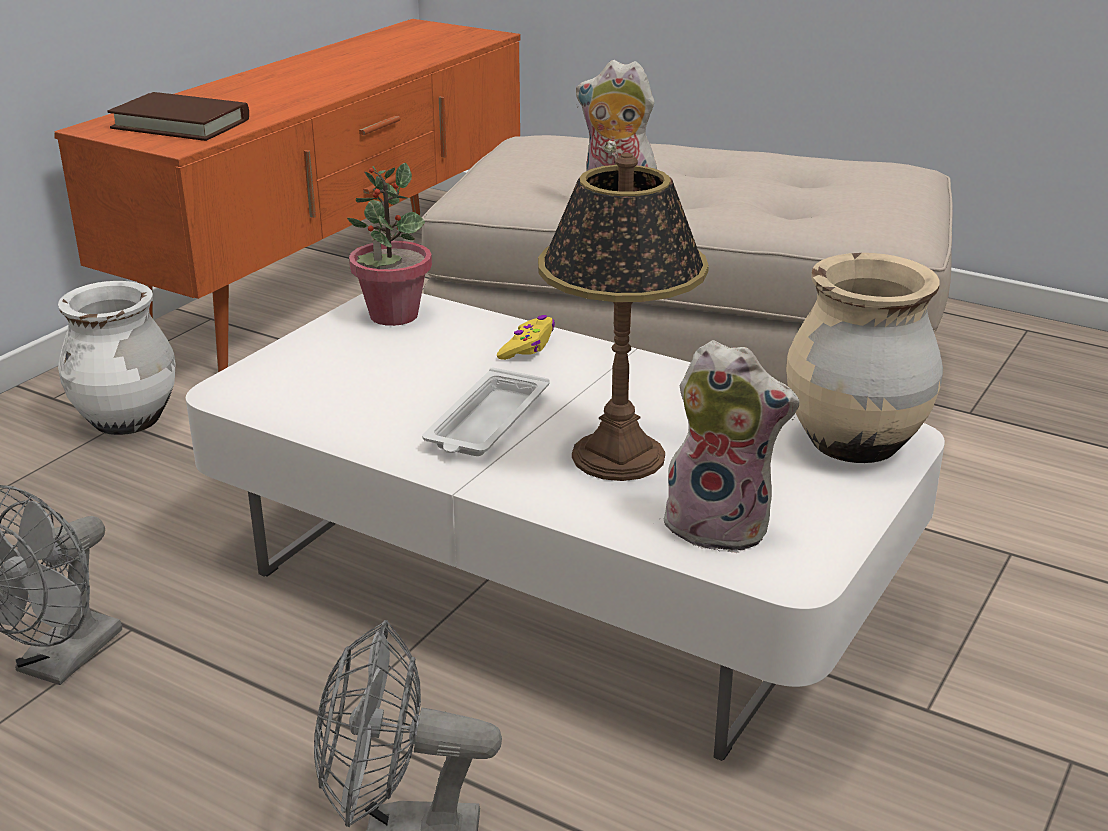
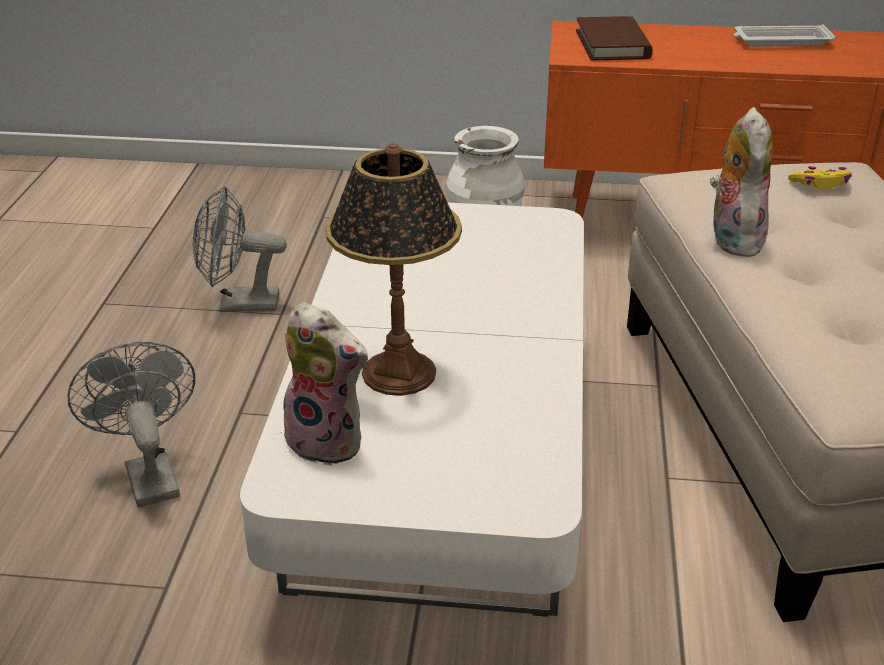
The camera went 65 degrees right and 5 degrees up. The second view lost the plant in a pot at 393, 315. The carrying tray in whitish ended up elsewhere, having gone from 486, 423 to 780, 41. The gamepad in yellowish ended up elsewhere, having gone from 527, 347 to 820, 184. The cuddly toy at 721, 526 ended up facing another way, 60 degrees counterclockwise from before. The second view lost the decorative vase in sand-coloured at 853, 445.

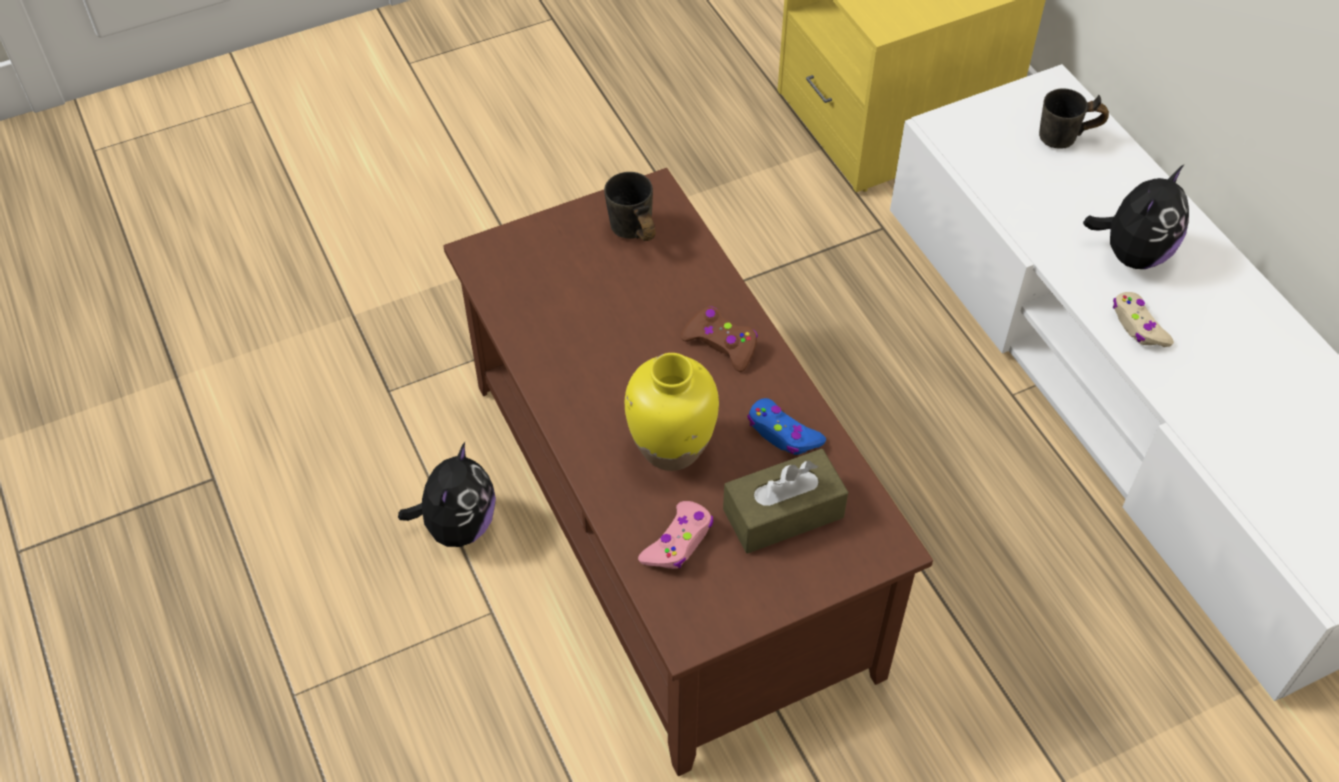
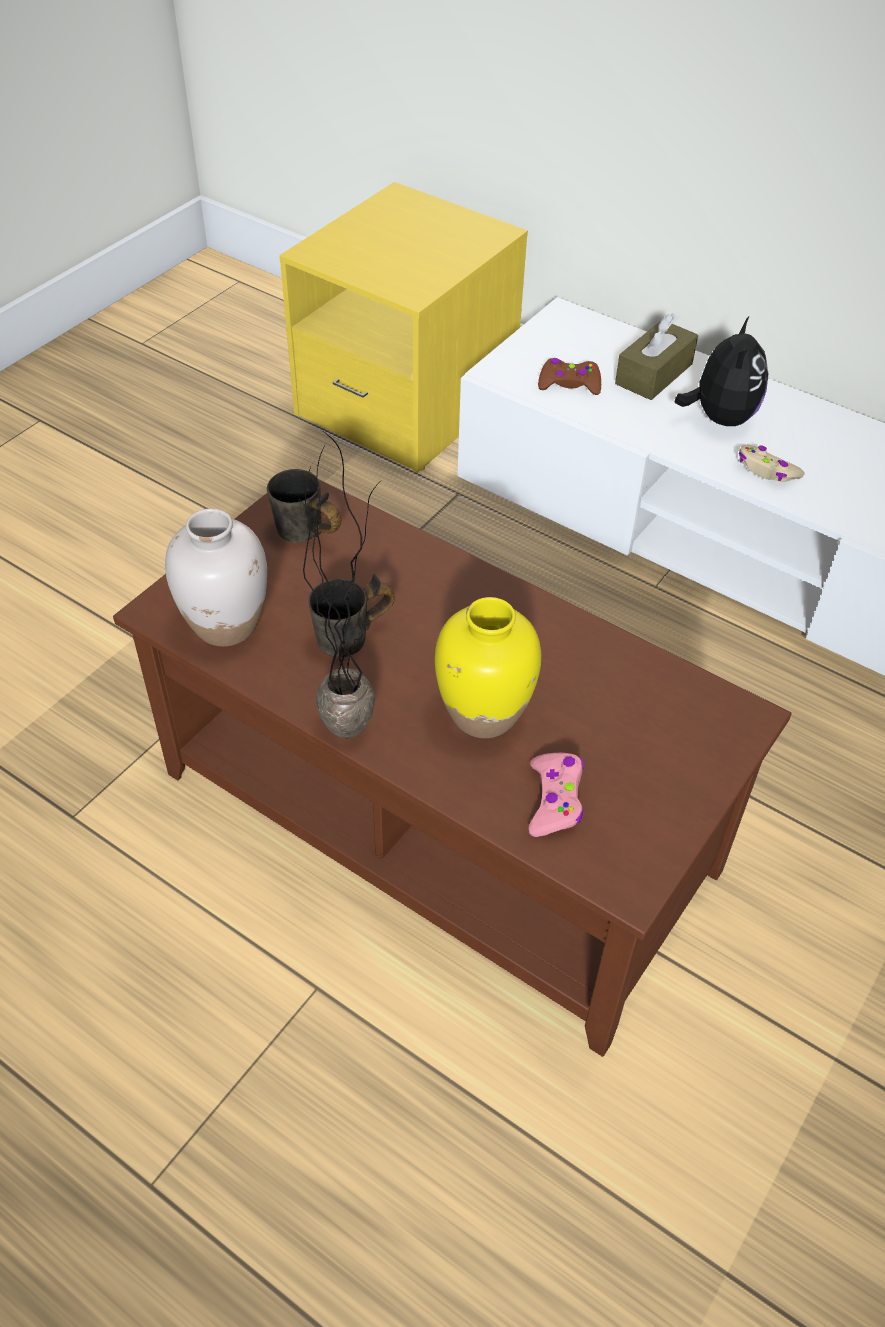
The camera went 30 degrees left and 5 degrees down. The second view lost the cuddly toy at 458, 525. The gamepad in brownish ended up elsewhere, having gone from 721, 344 to 569, 384. The box of tissues in brownish ended up elsewhere, having gone from 783, 513 to 654, 374. The second view lost the gamepad in bluish at 783, 434. The coffee mug in grey ended up elsewhere, having gone from 1066, 141 to 354, 642. The second view gained the decorative vase in whitish at 226, 625. The second view gained the plant in a pot at 352, 715.

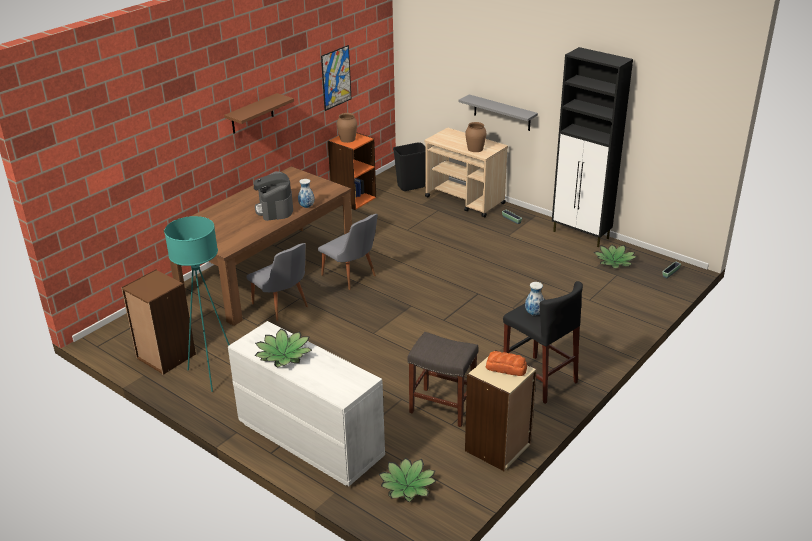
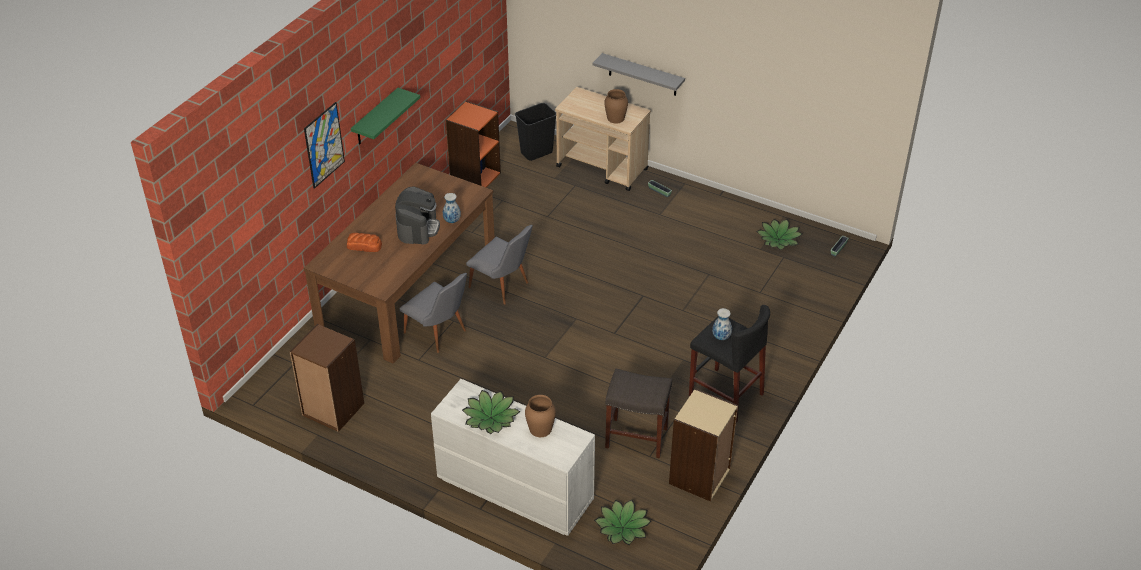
The camera went 10 degrees left and 10 degrees up. The second view lost the standing lamp in turquoise-coloured at 213, 374. What was the shelf in brownish at 252, 114 turned into the shelf in green at 375, 117. The coffee maker at 274, 209 ended up facing another way, 150 degrees counterclockwise from before. The wall picture ended up elsewhere, having gone from 336, 77 to 324, 145. The decorative vase in brownish ended up elsewhere, having gone from 347, 139 to 540, 429. The bread ended up elsewhere, having gone from 506, 368 to 364, 246. The second view lost the cupboard in blackish at 581, 235.

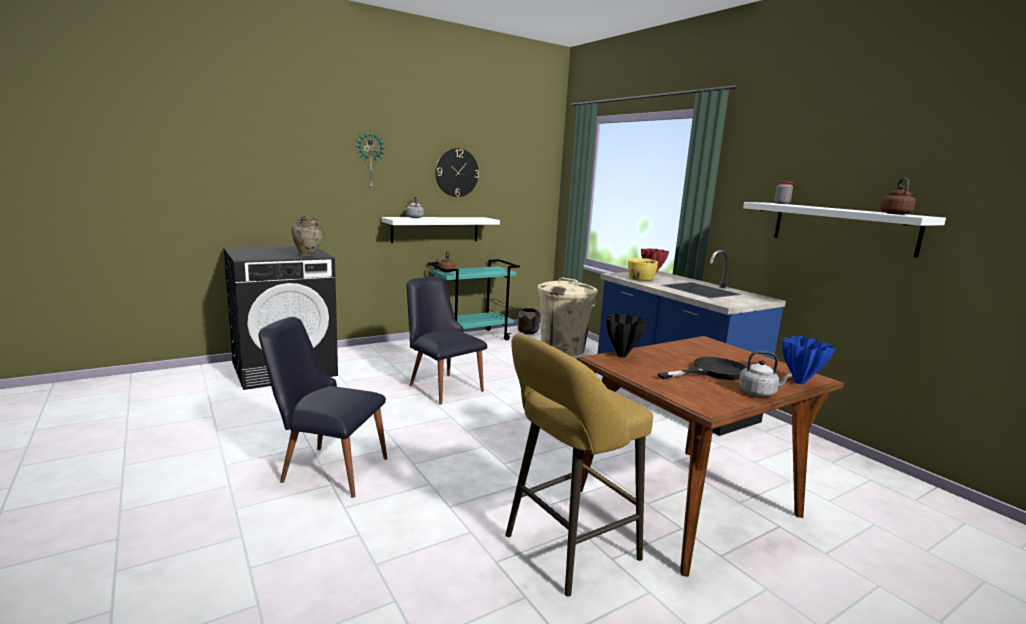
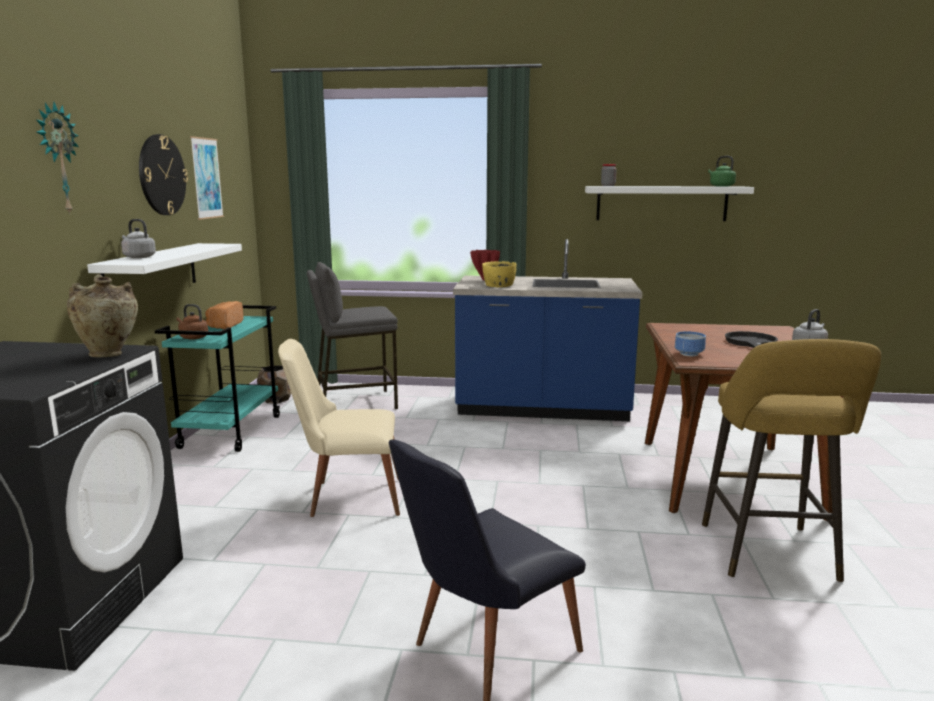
The camera went 50 degrees left and 0 degrees up. What was the plain chair in blackish at 442, 386 turned into the plain chair in sand-coloured at 346, 497. Where the trash can in sand-coloured stood at 562, 348, the stool in grey came to stand at 355, 402. Where the decorative vase in blackish stood at 622, 356, the serving bowl came to stand at 688, 354. The second view lost the decorative vase in bluish at 799, 382. What was the water kettle in brownish at 894, 213 turned into the water kettle in green at 720, 186. The second view gained the wall picture at 206, 178. The second view gained the bread at 224, 325.

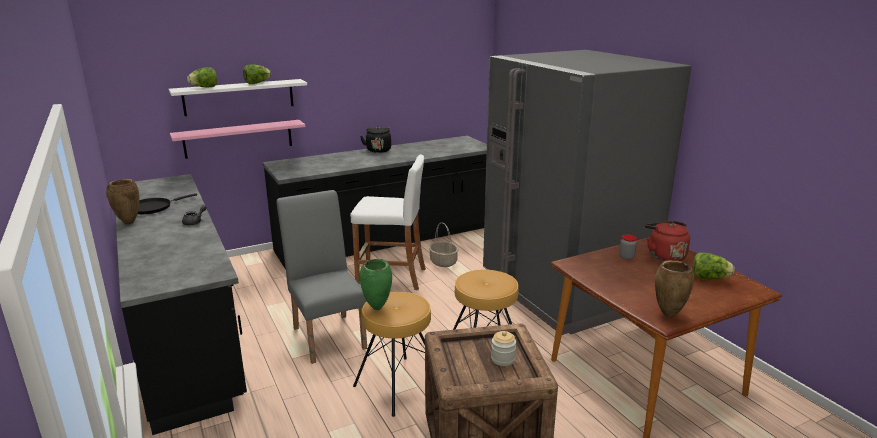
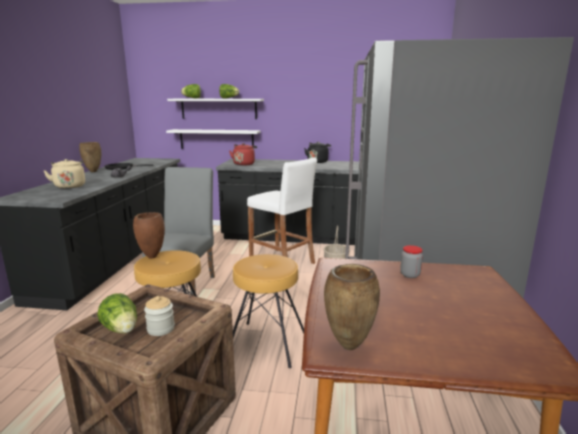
The camera went 35 degrees right and 5 degrees down. What was the shelf in pink at 238, 139 turned into the shelf in whitish at 216, 139. What was the decorative vase in green at 377, 308 turned into the decorative vase in brownish at 152, 257. The water kettle in reddish ended up elsewhere, having gone from 664, 255 to 244, 164. The lettuce ended up elsewhere, having gone from 709, 278 to 122, 329. The second view gained the water kettle in sand-coloured at 70, 186.

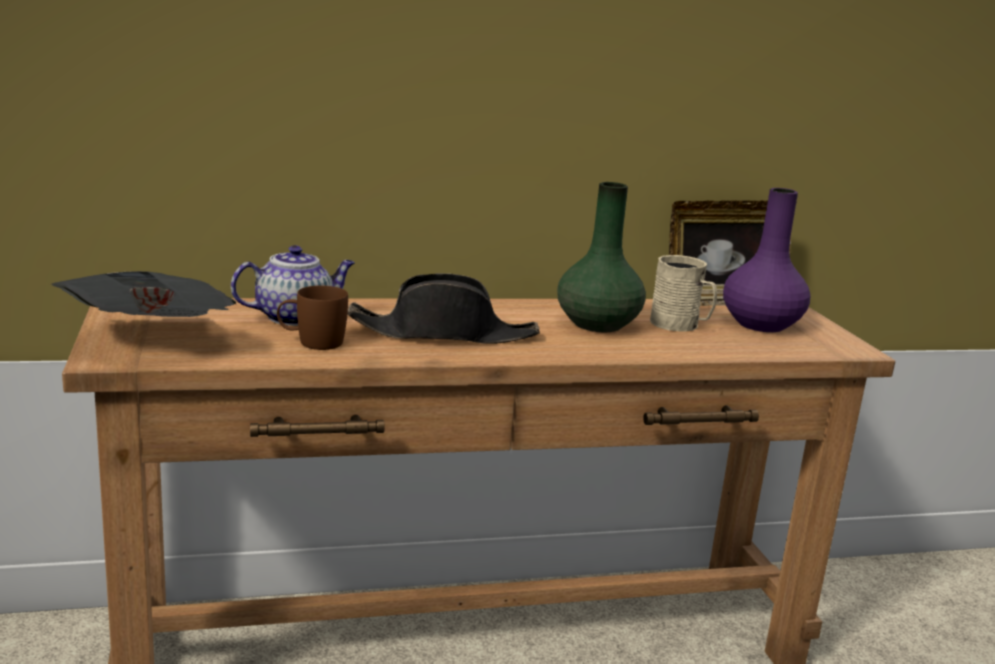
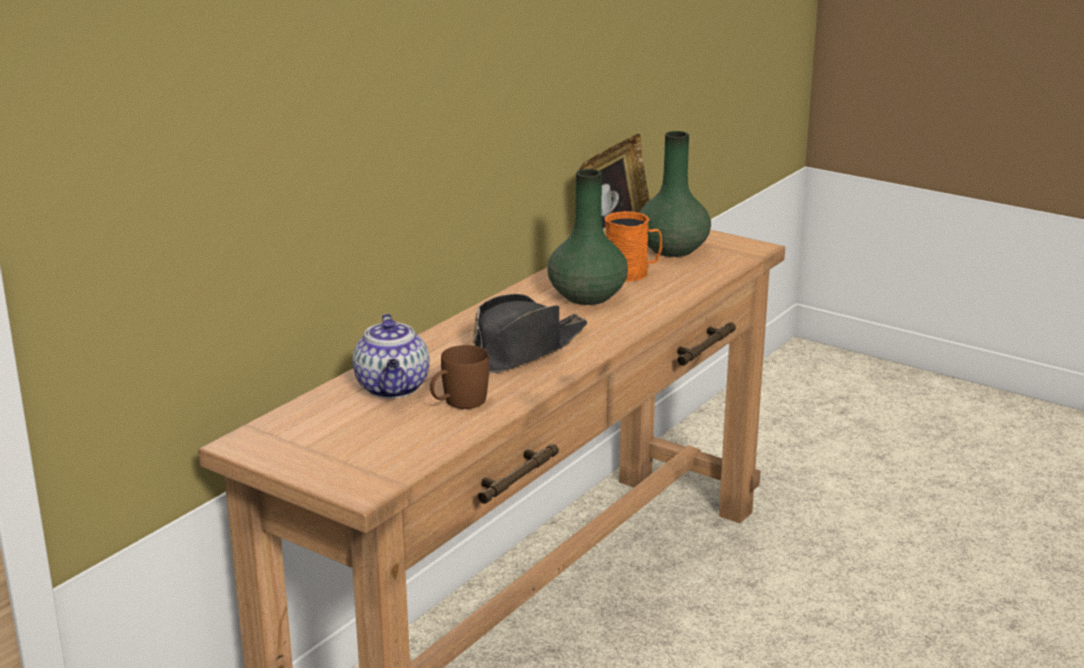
The camera went 40 degrees left and 5 degrees up. The second view lost the daily paper at 153, 342. The teapot at 295, 317 ended up facing another way, 150 degrees clockwise from before. What was the coffee mug in sand-coloured at 680, 325 turned into the coffee mug in orangey at 632, 273. What was the decorative vase in purplish at 762, 325 turned into the decorative vase in green at 673, 249.

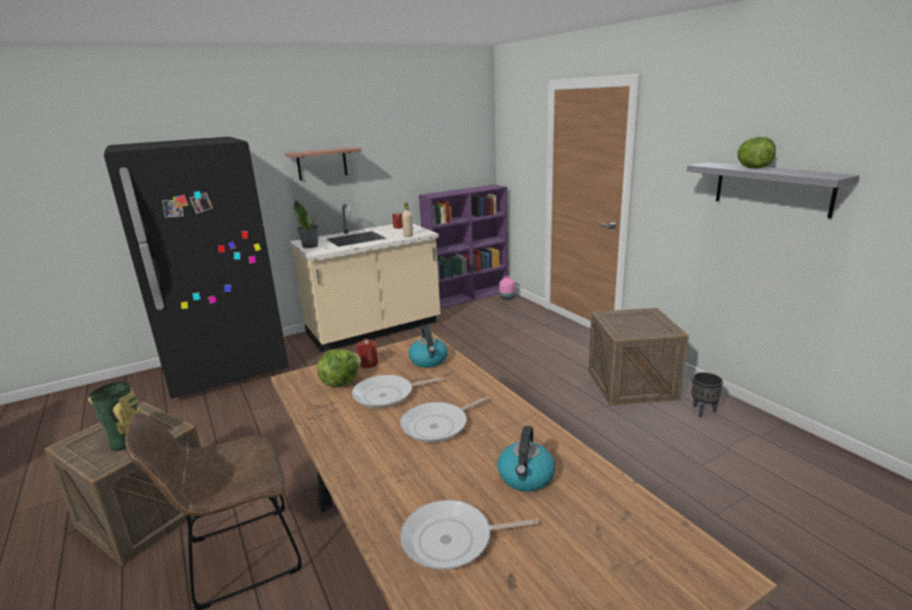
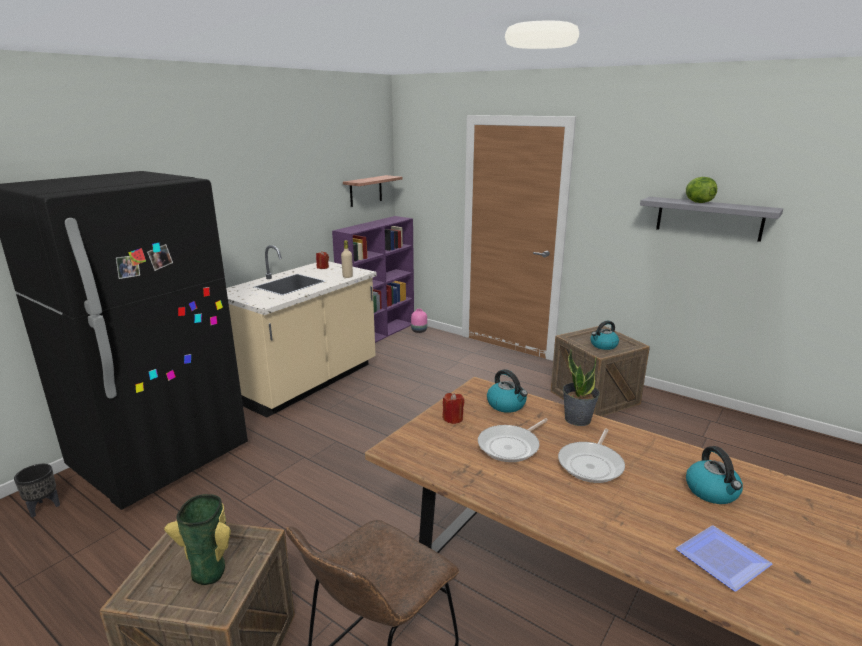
The camera went 25 degrees left and 0 degrees up. The shelf ended up elsewhere, having gone from 322, 163 to 365, 191. The plant in a pot ended up elsewhere, having gone from 310, 246 to 577, 419. The second view lost the lettuce at 340, 382. Where the pan stood at 452, 540, the flat dish came to stand at 725, 560. The planter in blackish ended up elsewhere, having gone from 702, 411 to 43, 508. The second view gained the water kettle at 603, 345.

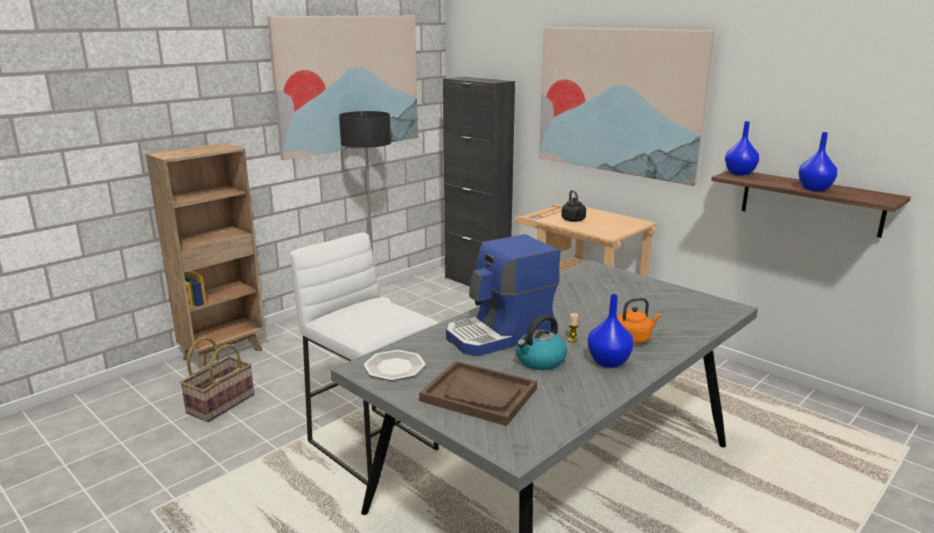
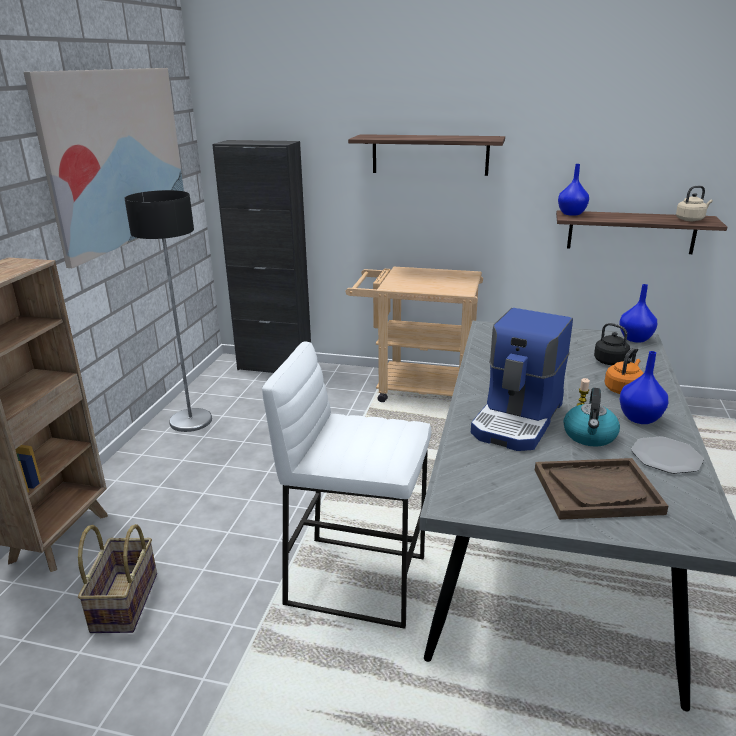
The camera went 30 degrees left and 5 degrees up. The flat dish ended up elsewhere, having gone from 394, 367 to 666, 457. Where the wall picture hung at 618, 101, the shelf came to hang at 430, 154. The water kettle in blackish ended up elsewhere, having gone from 573, 220 to 612, 362. The decorative vase in bluish ended up elsewhere, having gone from 814, 189 to 634, 338. The second view gained the water kettle in sand-coloured at 691, 219.

